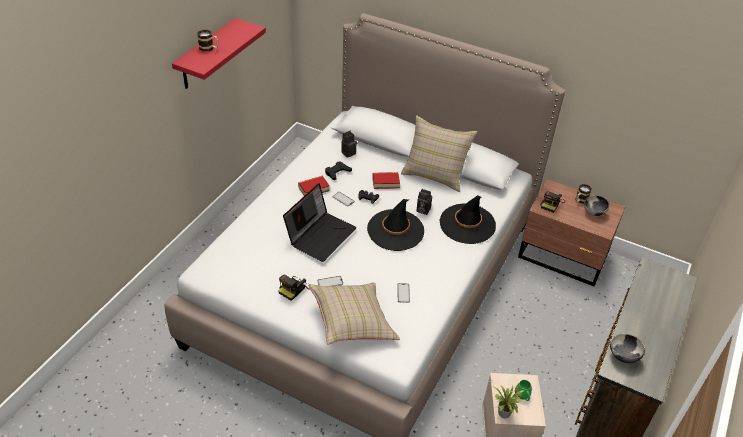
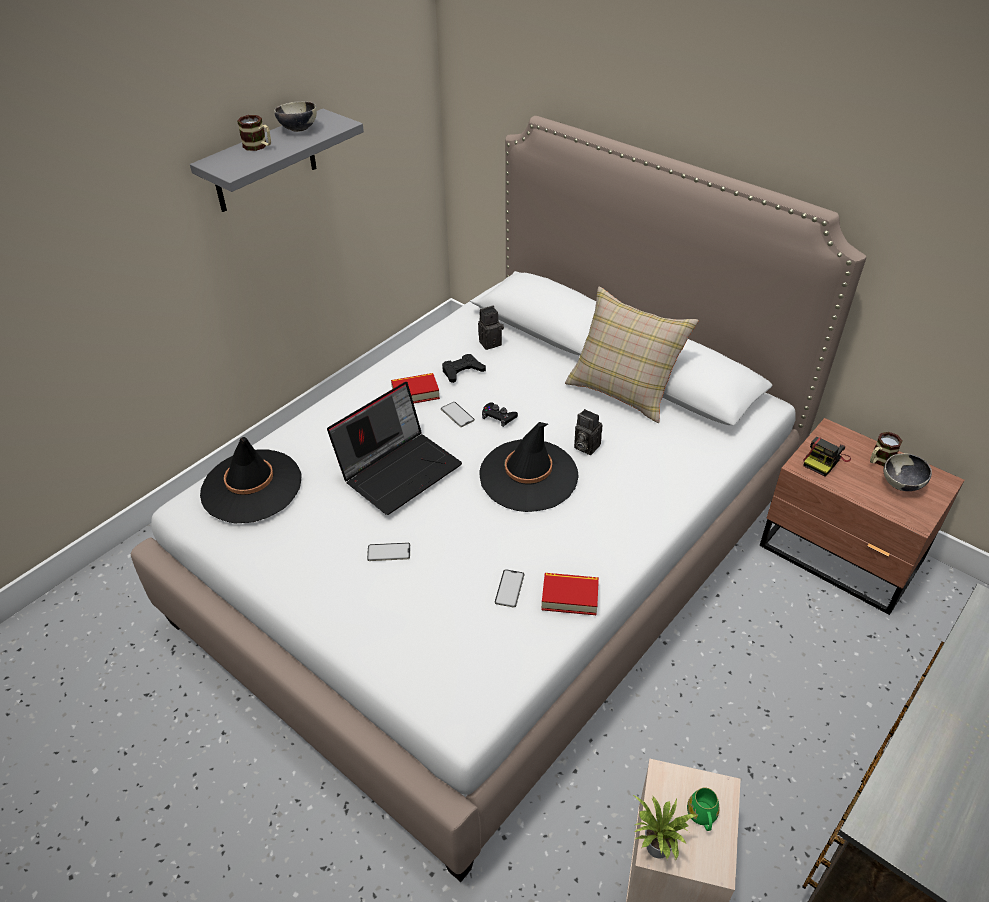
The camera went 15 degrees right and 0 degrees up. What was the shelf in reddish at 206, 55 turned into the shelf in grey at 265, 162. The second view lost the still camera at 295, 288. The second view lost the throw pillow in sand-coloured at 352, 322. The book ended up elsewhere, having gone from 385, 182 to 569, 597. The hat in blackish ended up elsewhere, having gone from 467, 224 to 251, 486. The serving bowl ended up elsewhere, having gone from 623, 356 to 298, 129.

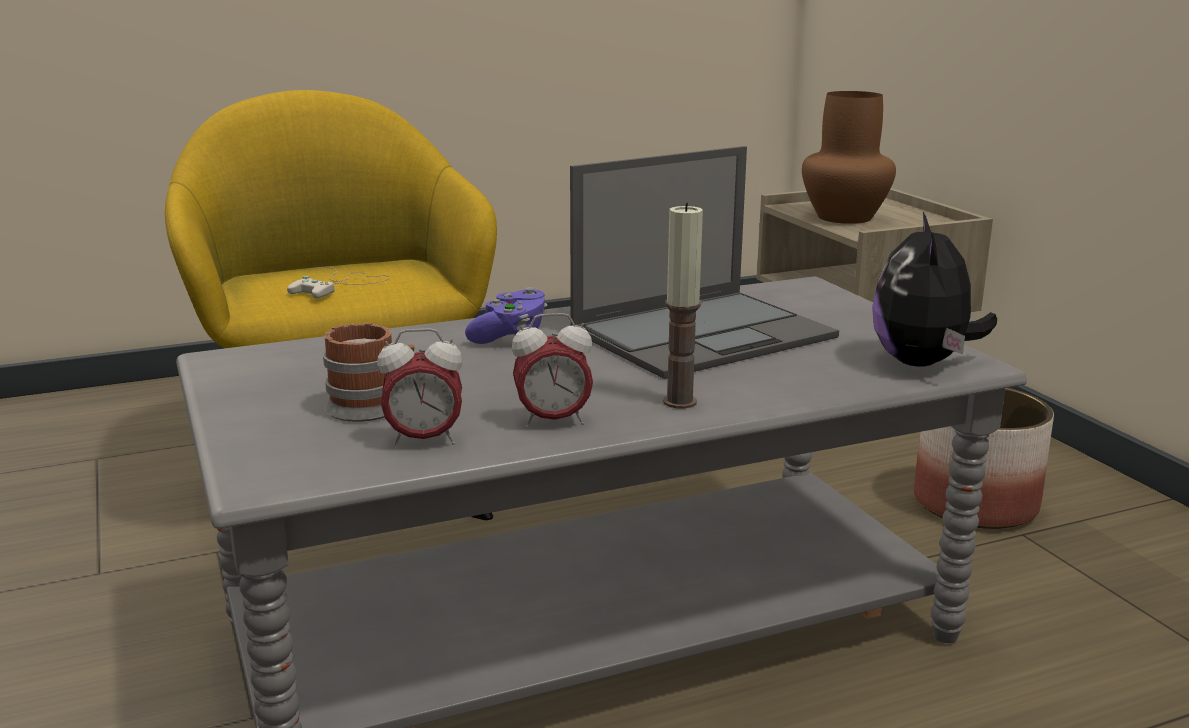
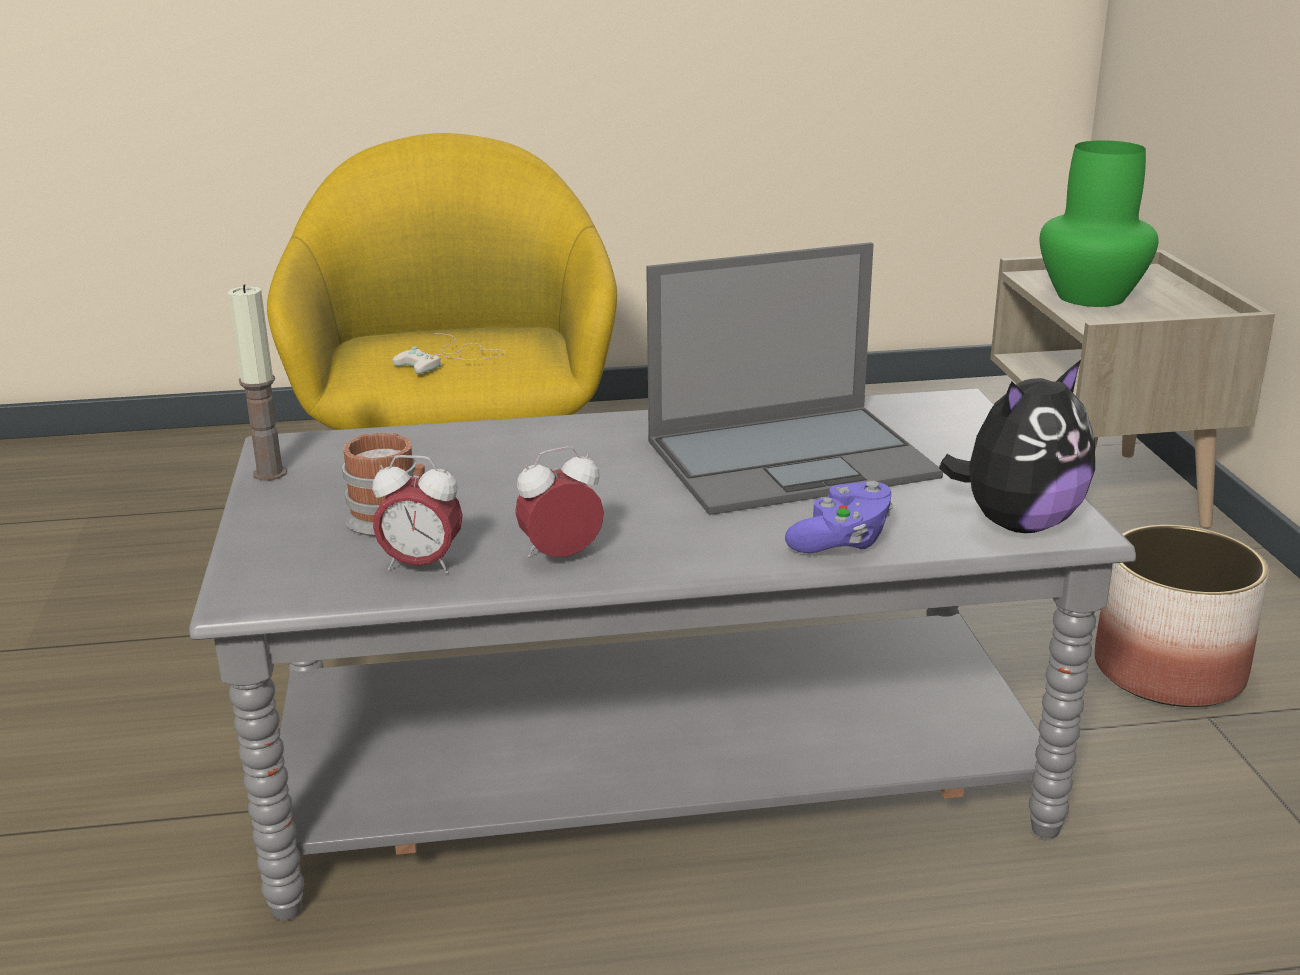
The camera went 15 degrees right and 5 degrees up. The gamepad in purplish ended up elsewhere, having gone from 510, 335 to 842, 541. The bedside clock at 553, 421 ended up facing another way, 150 degrees clockwise from before. The candle ended up elsewhere, having gone from 679, 402 to 270, 473. What was the decorative vase in brownish at 845, 217 turned into the decorative vase in green at 1091, 297. The cuddly toy at 923, 363 ended up facing another way, 150 degrees counterclockwise from before.

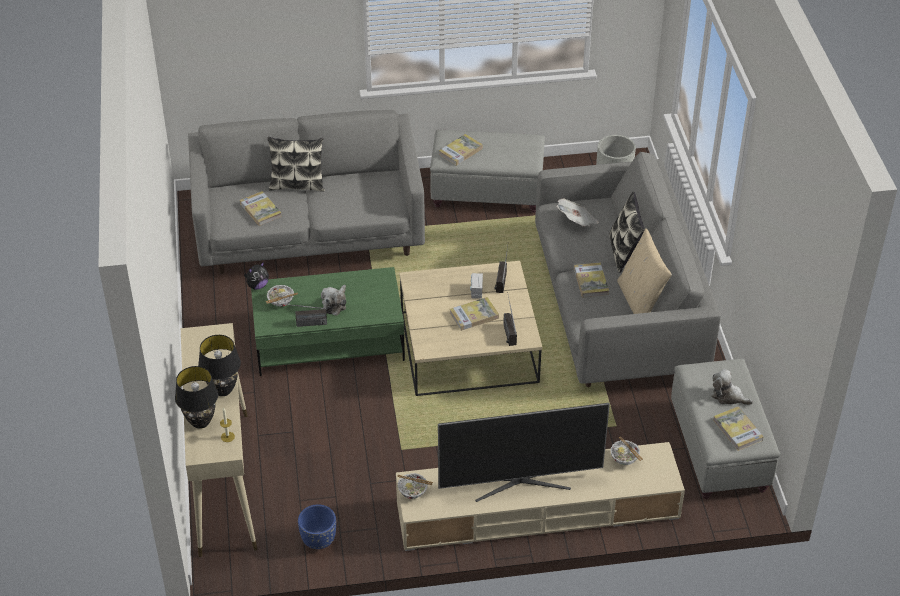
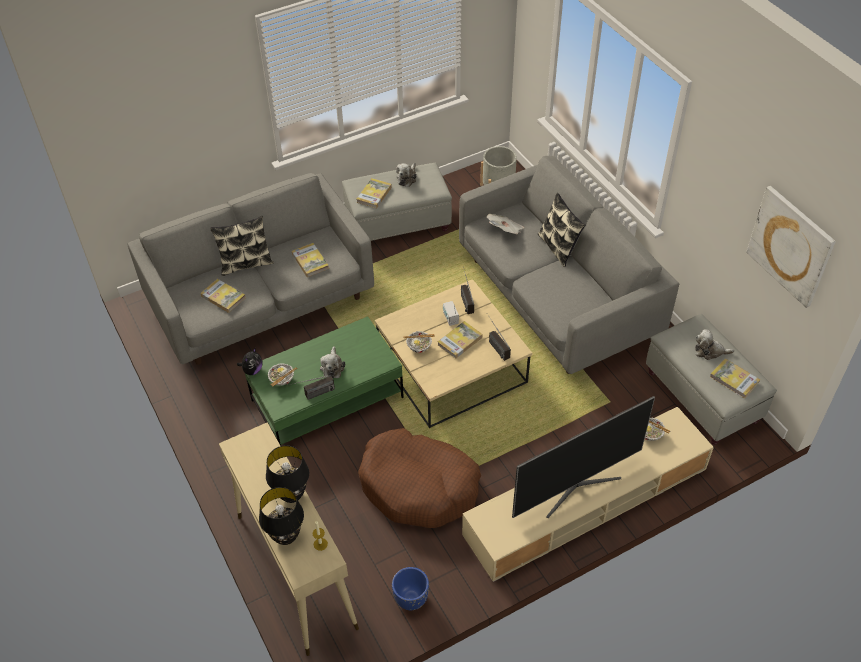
The camera went 20 degrees left and 5 degrees up. The serving bowl ended up elsewhere, having gone from 413, 492 to 419, 347. The book ended up elsewhere, having gone from 591, 281 to 310, 261. The second view lost the throw pillow in sand-coloured at 640, 302. The second view gained the dog bed in brownish at 419, 486. The second view gained the cuddly toy at 407, 178. The second view gained the wall picture at 790, 246.

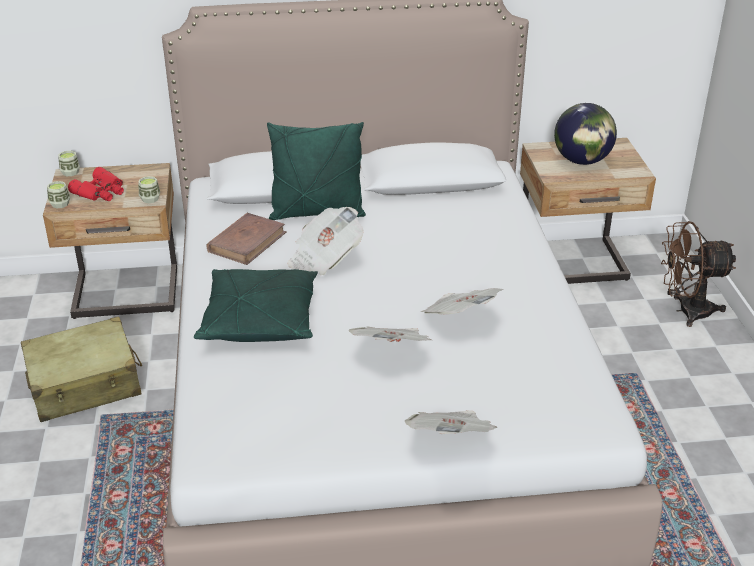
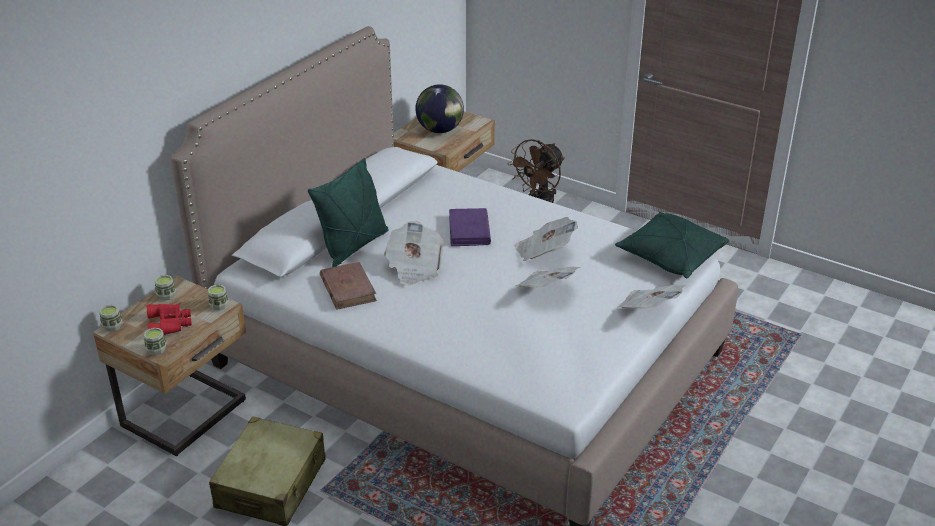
The camera went 50 degrees left and 0 degrees up. The throw pillow in green ended up elsewhere, having gone from 260, 320 to 670, 257. The second view gained the small cup at 166, 296. The second view gained the book in purplish at 469, 230.

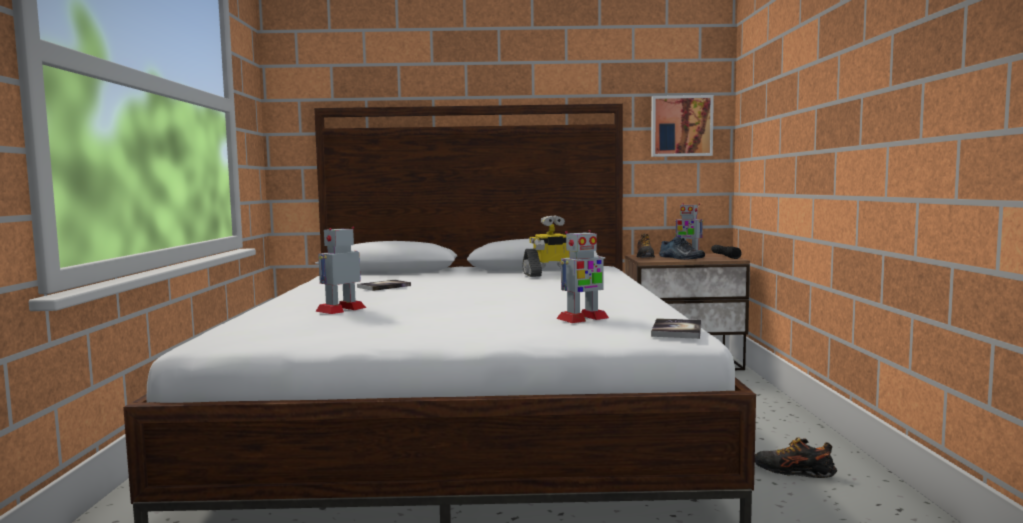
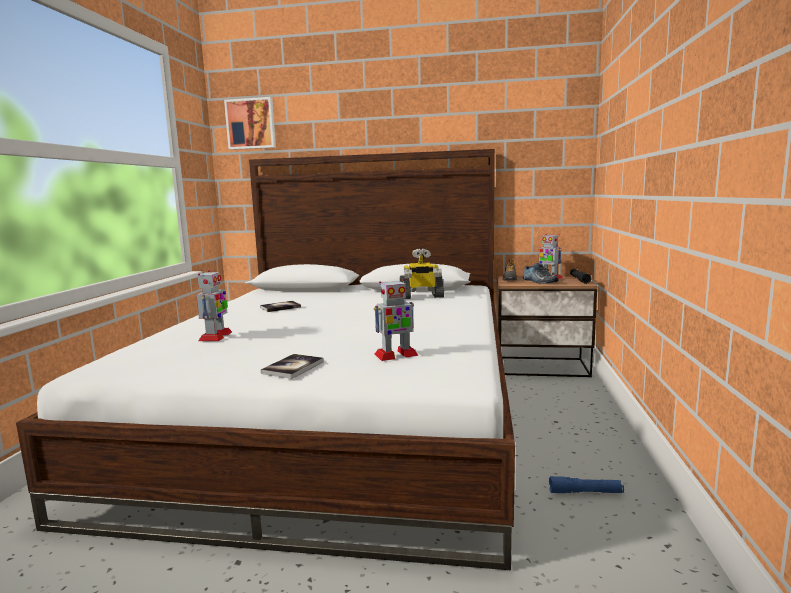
The camera went 10 degrees right and 5 degrees up. The robot figure at 341, 309 ended up facing another way, 135 degrees clockwise from before. The wall picture ended up elsewhere, having gone from 681, 126 to 251, 124. The book ended up elsewhere, having gone from 677, 330 to 293, 367. Where the item of footwear stood at 793, 472, the hand torch in bluish came to stand at 585, 492.

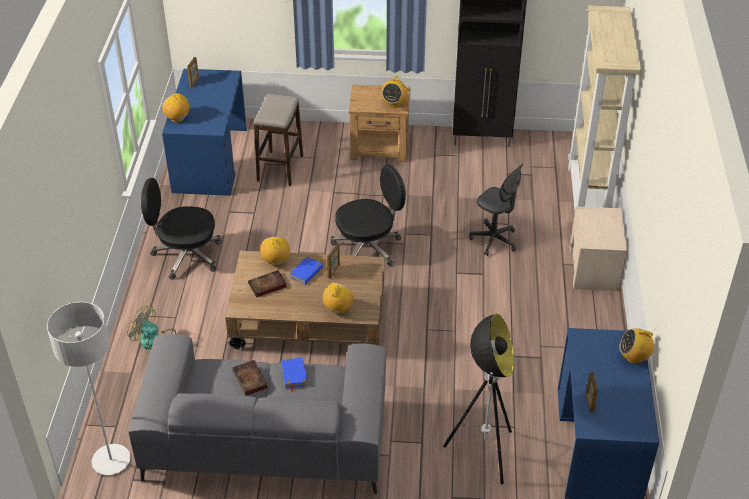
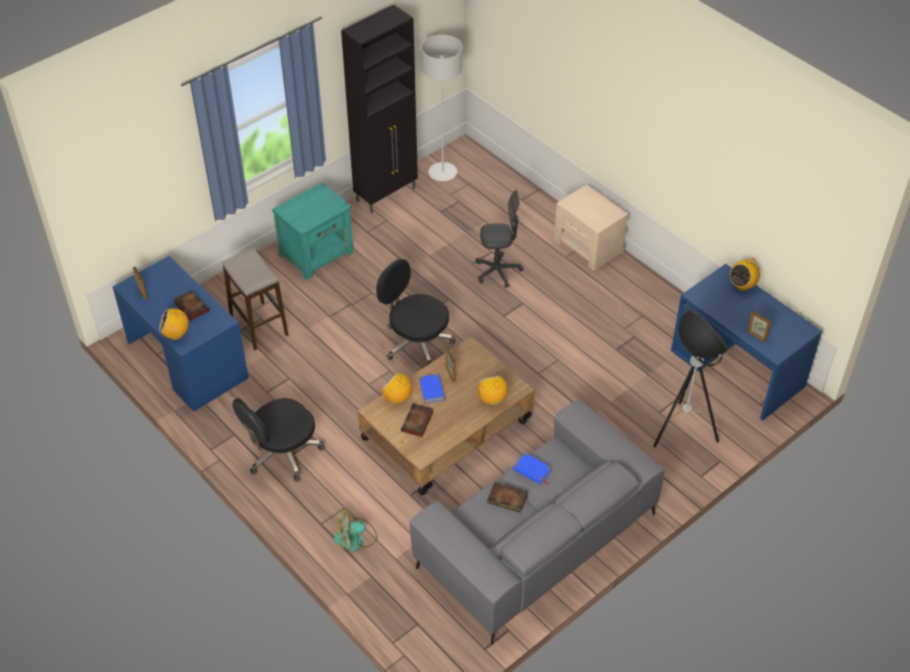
The camera went 45 degrees left and 5 degrees up. The standing lamp in grey ended up elsewhere, having gone from 111, 460 to 442, 173. The computer chair in blackish at 368, 247 ended up facing another way, 75 degrees counterclockwise from before. What was the nightstand in brownish at 380, 147 turned into the nightstand in turquoise-coloured at 317, 253. The second view lost the radio set at 394, 104. The second view lost the bookshelf in sand-coloured at 588, 198. The second view gained the book at 190, 306.

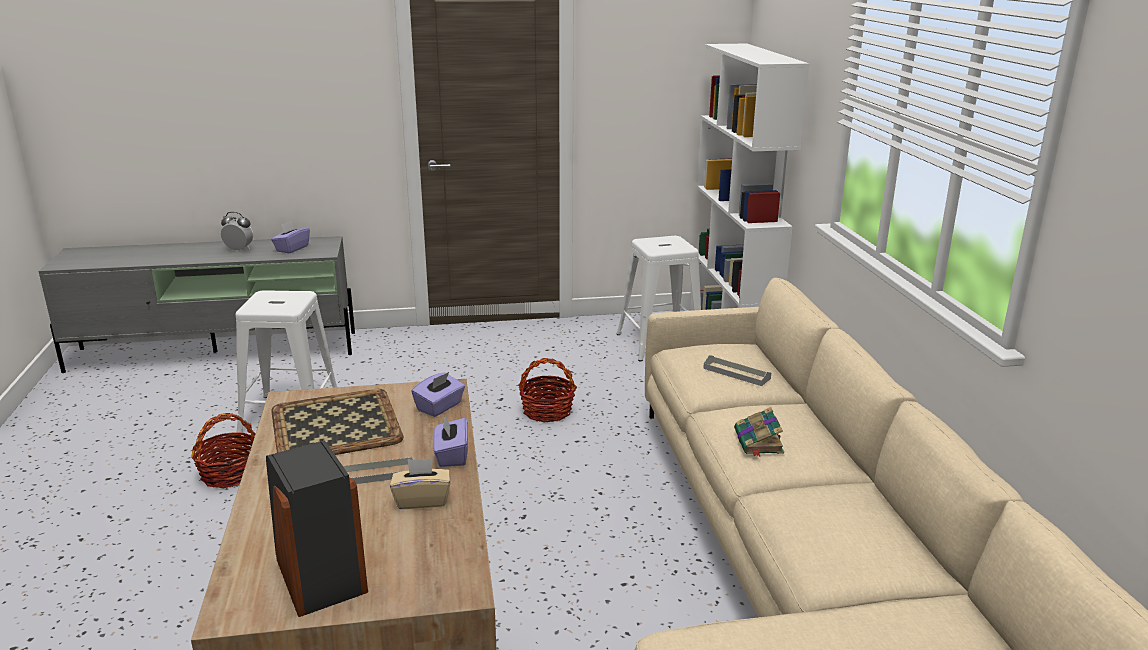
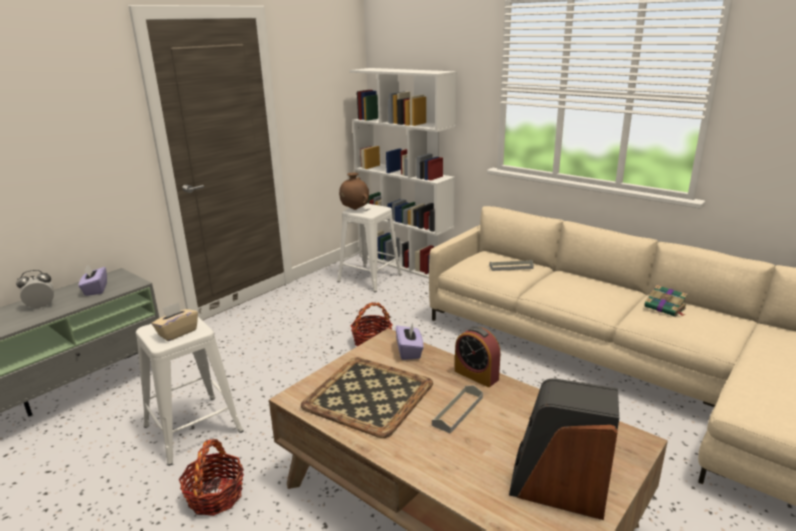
The camera went 40 degrees left and 0 degrees up. The box of tissues in sand-coloured ended up elsewhere, having gone from 422, 500 to 177, 333. Where the box of tissues in purplish stood at 451, 456, the bedside clock came to stand at 476, 375. The book ended up elsewhere, having gone from 758, 442 to 665, 308. The second view gained the decorative vase in brownish at 354, 209.

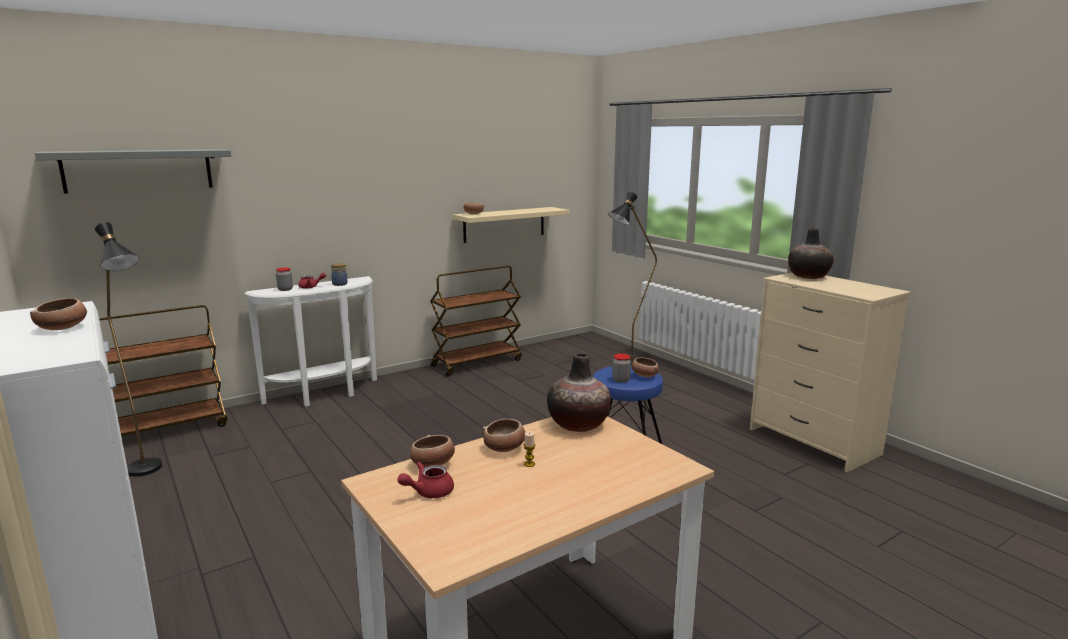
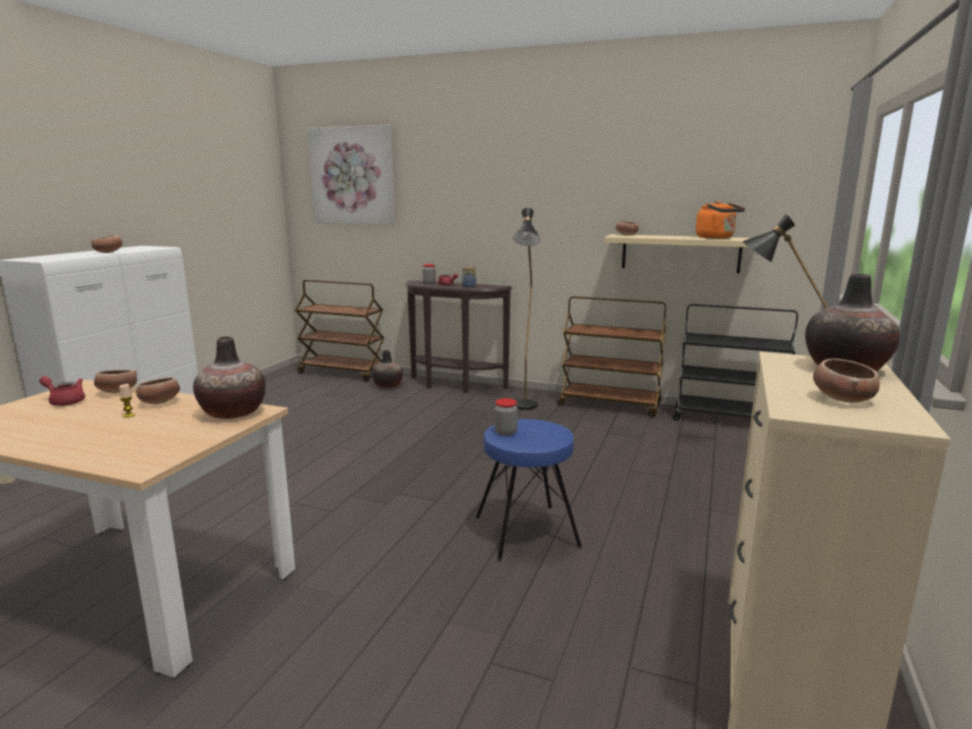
The camera went 55 degrees right and 0 degrees up. Where the shelf in grey hung at 139, 170, the wall picture came to hang at 352, 176. The standing lamp in blackish ended up elsewhere, having gone from 149, 472 to 525, 409. What was the console table in whitish at 325, 395 turned into the console table in brownish at 454, 386. The serving bowl ended up elsewhere, having gone from 644, 375 to 842, 399. The second view gained the decorative vase at 388, 386. The second view gained the wheeled cart in blackish at 728, 420. The second view gained the water kettle in orangey at 717, 238.

